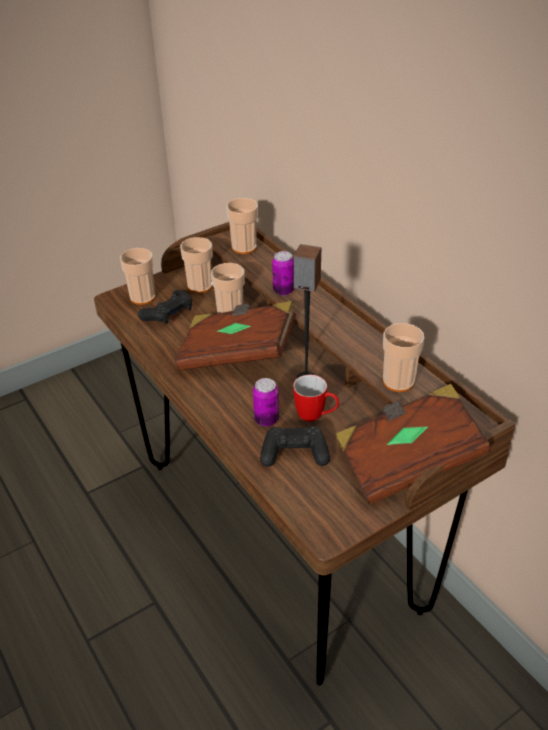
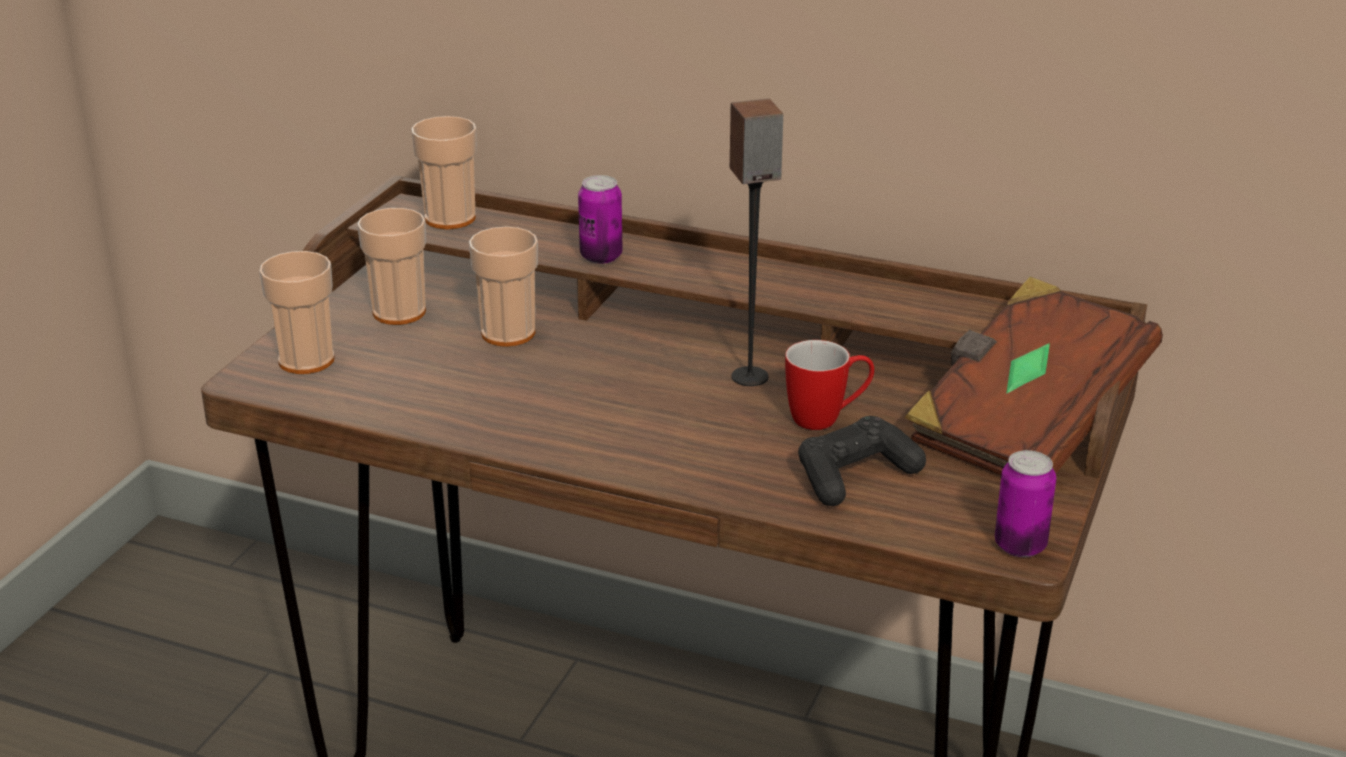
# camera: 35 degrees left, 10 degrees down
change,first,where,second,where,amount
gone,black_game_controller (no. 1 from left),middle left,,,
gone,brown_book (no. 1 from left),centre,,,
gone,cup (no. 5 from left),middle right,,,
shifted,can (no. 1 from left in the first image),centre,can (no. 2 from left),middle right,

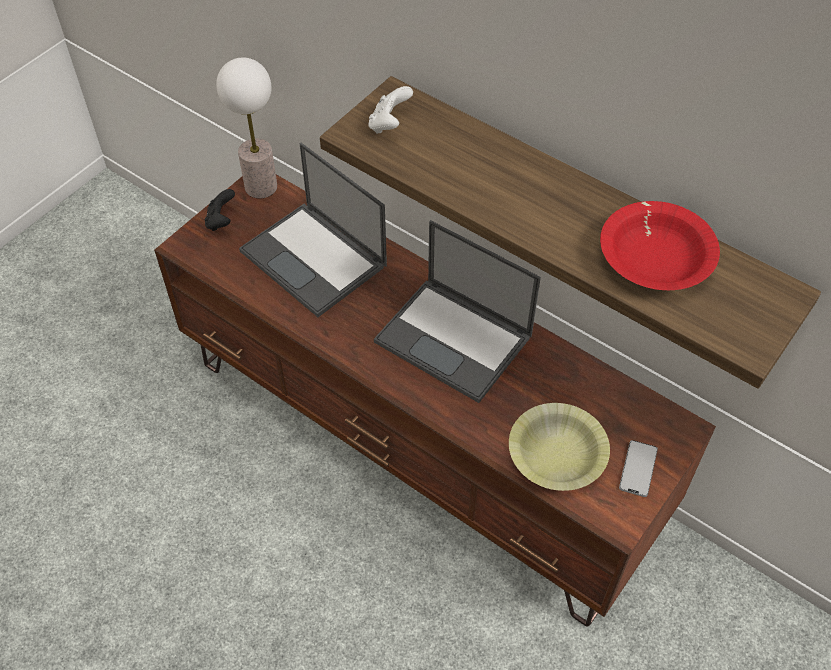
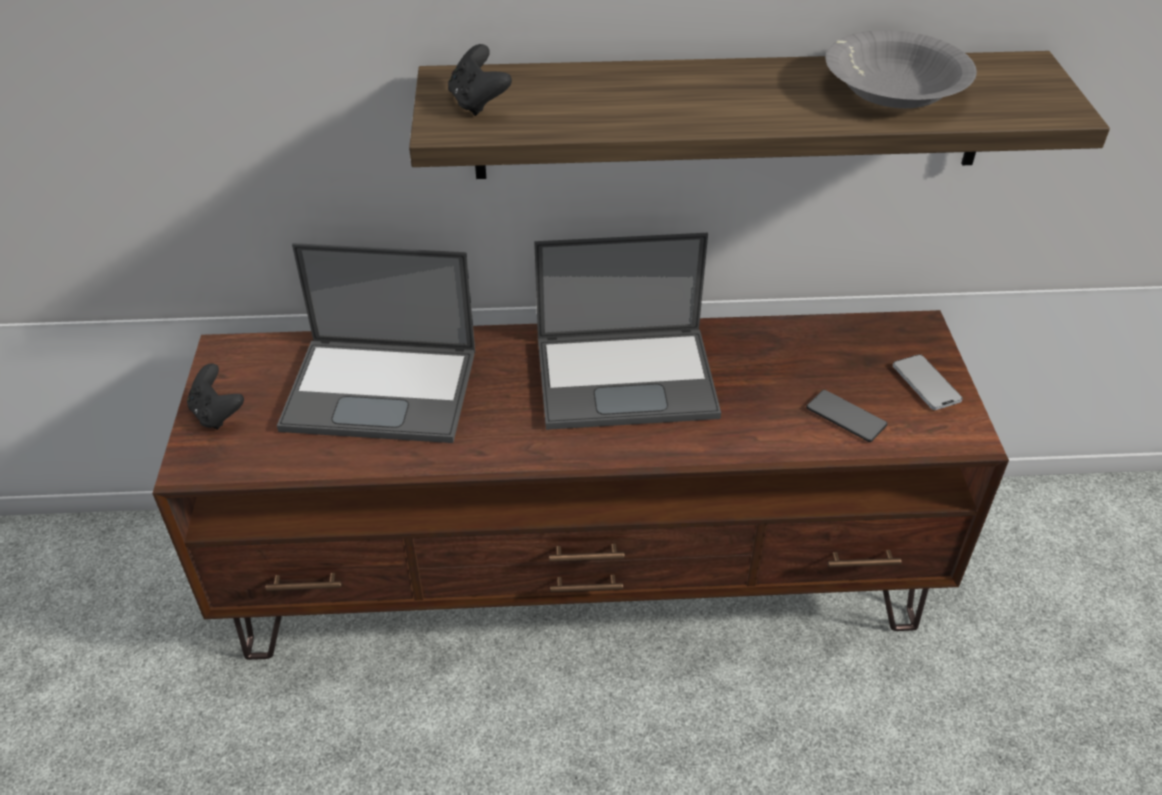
# camera: 40 degrees left, 10 degrees down
change,first,where,second,where,amount
gone,table_lamp,top left,,,
repainted,white_game_controller,top centre,black_game_controller (no. 2 from left),top centre,
repainted,red_bowl,middle right,grey_bowl,top right,
swapped,yellow_bowl,bottom right,phone (no. 1 from left),middle right,

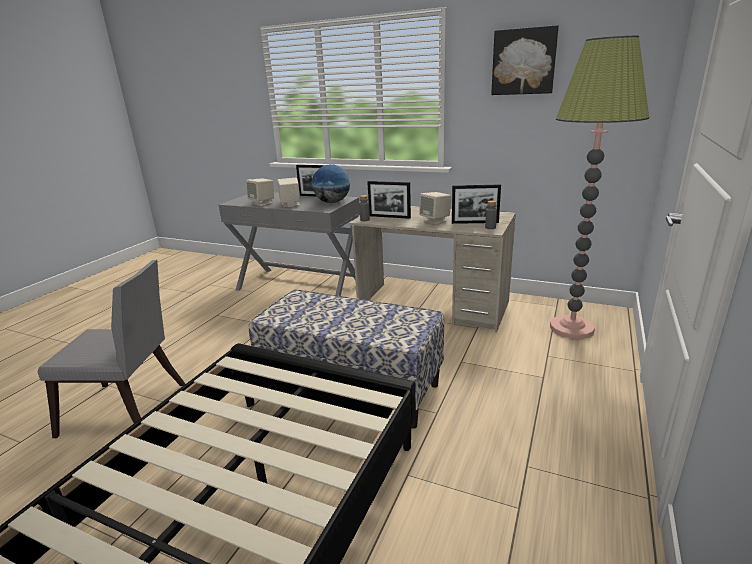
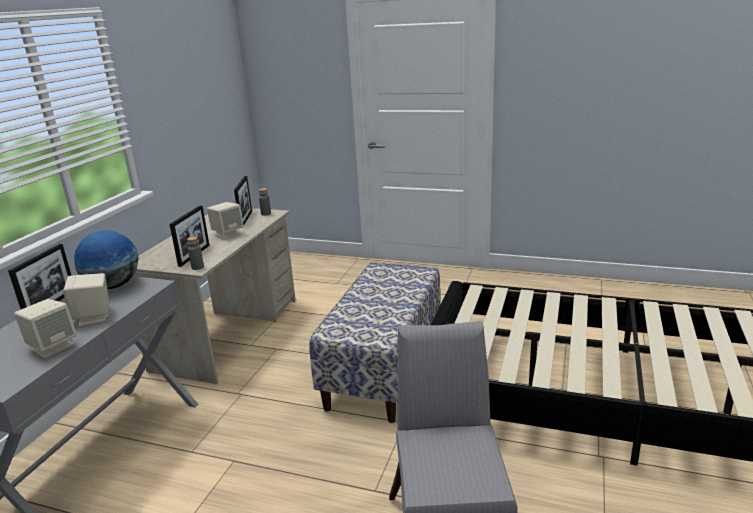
# camera: 95 degrees left, 0 degrees up
change,first,where,second,where,amount
gone,picture,top right,,,
gone,floor_lamp,top right,,,

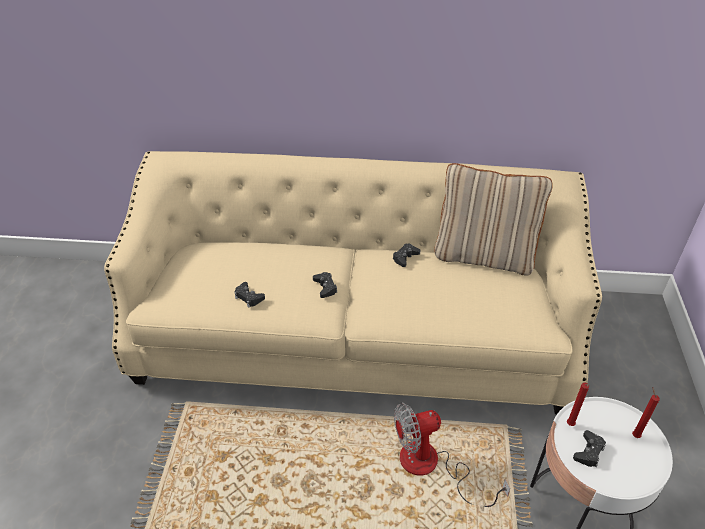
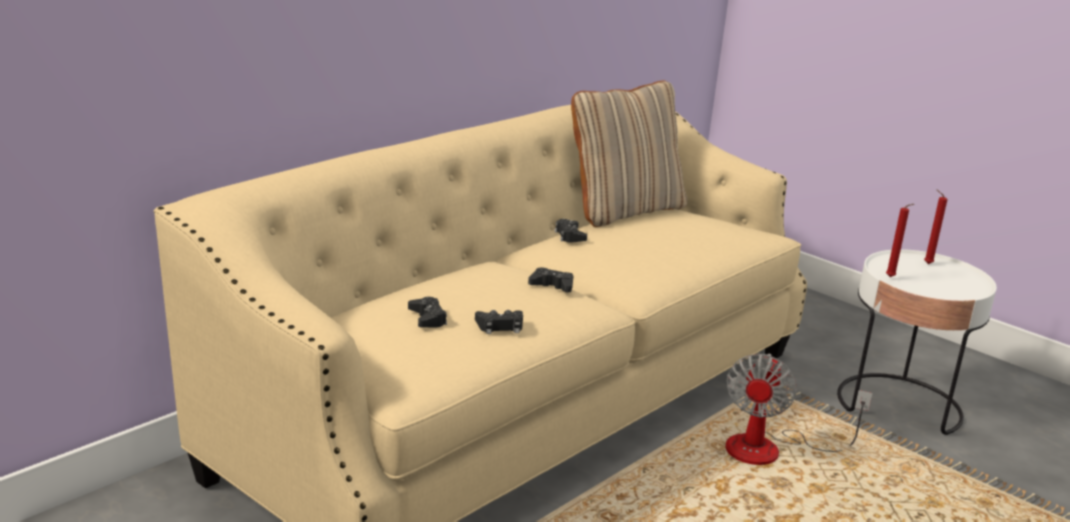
# camera: 55 degrees left, 20 degrees down
change,first,where,second,where,amount
shifted,black_game_controller (no. 4 from left in the first image),bottom right,black_game_controller (no. 1 from left),centre,

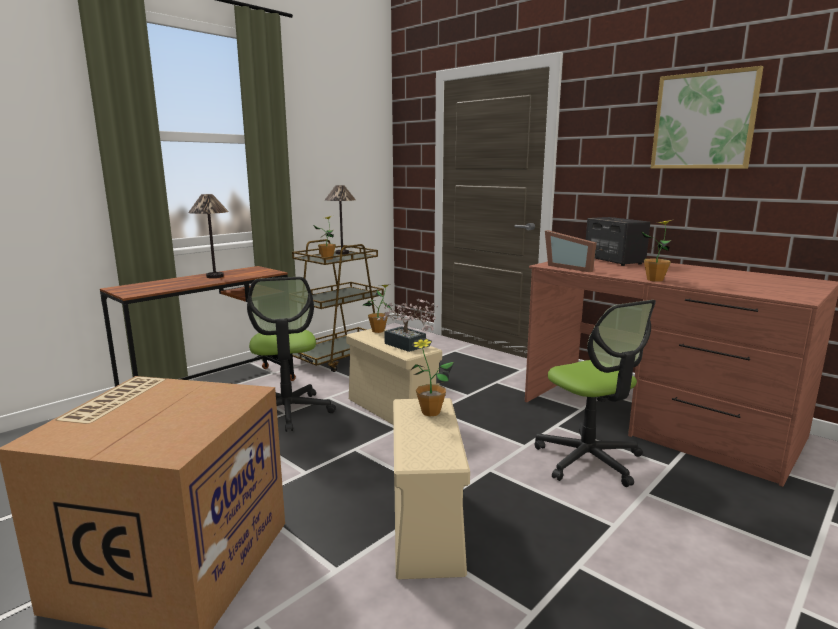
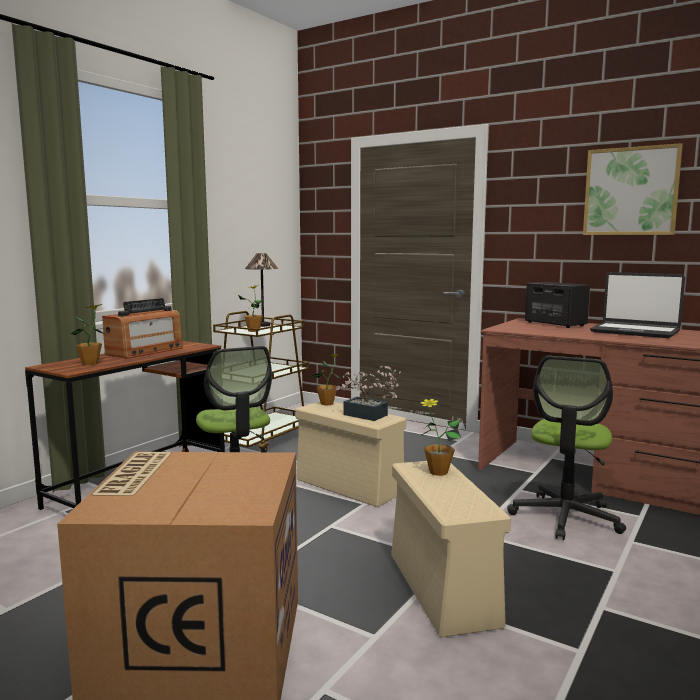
# camera: 10 degrees left, 5 degrees down
change,first,where,second,where,amount
swapped,table_lamp (no. 1 from left),middle left,radio,middle left,
shifted,potted_plant (no. 5 from left in the first image),middle right,potted_plant (no. 1 from left),middle left,
gone,picture_frame,middle right,,,
rotated,office_chair (no. 2 from left),middle right,,middle right,60 degrees clockwise
new,,,laptop,middle right,

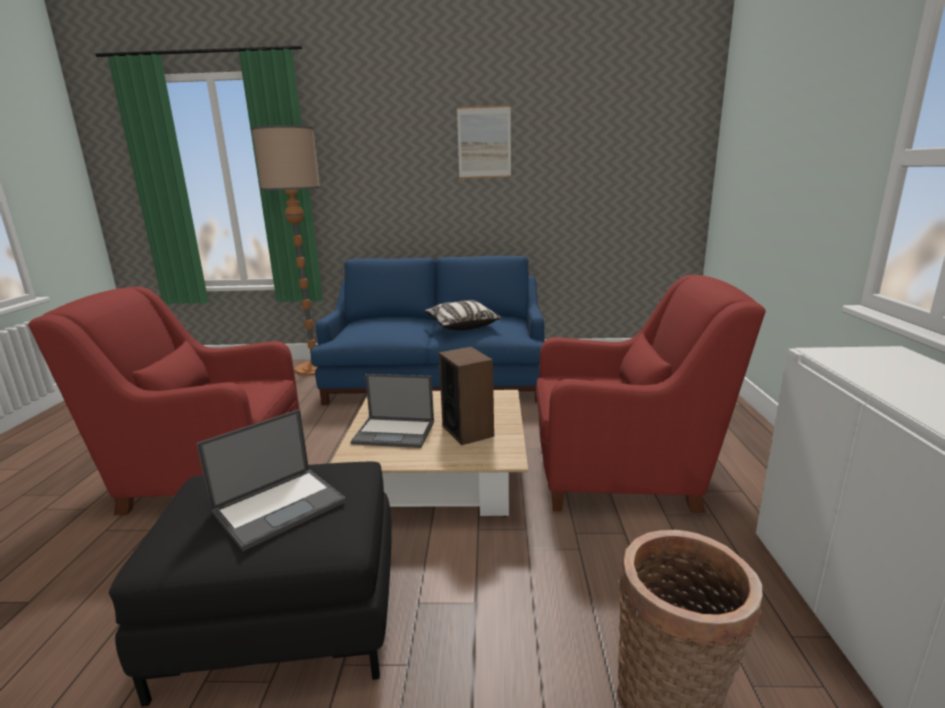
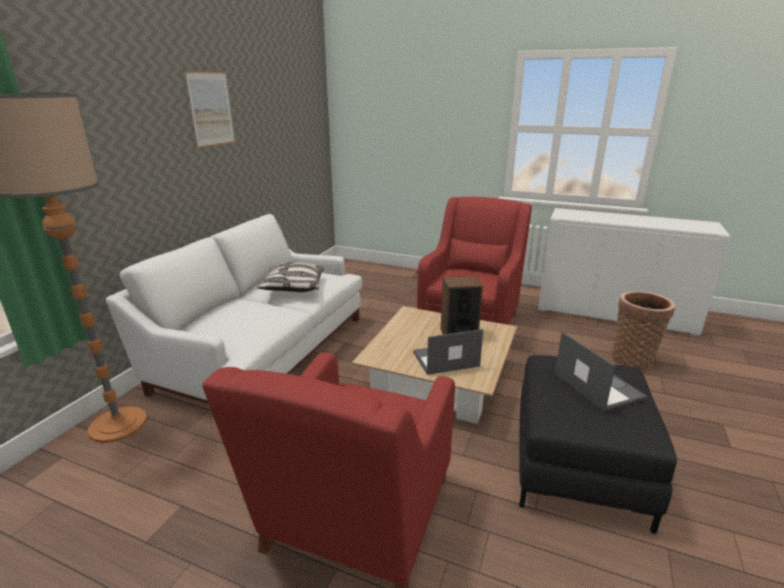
# camera: 70 degrees left, 5 degrees up
change,first,where,second,where,amount
repainted,blue_sofa,centre,white_sofa,middle left,
rotated,laptop (no. 2 from left in the first image),centre,laptop (no. 1 from left),centre,135 degrees counterclockwise

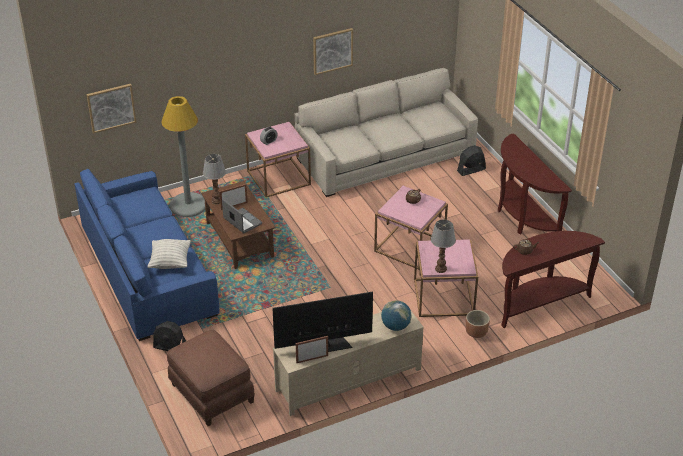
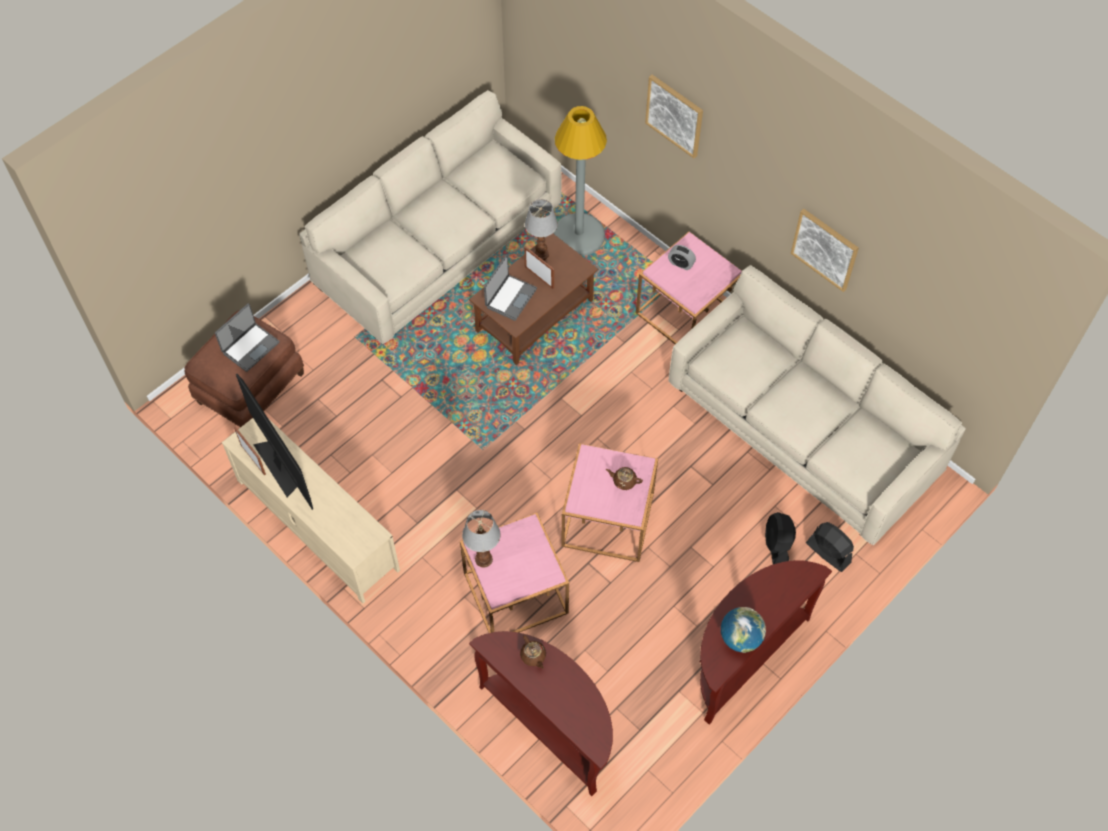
# camera: 70 degrees right, 20 degrees up
change,first,where,second,where,amount
shifted,picture (no. 1 from left),top left,,top centre,
repainted,blue_sofa,middle left,beige_sofa (no. 1 from left),top centre,
gone,pillow,middle left,,,
shifted,globe,bottom centre,,bottom right,
gone,brown_planter,bottom right,,,
shifted,black_fan (no. 1 from left),bottom left,,middle right,
new,,,laptop (no. 1 from left),middle left,

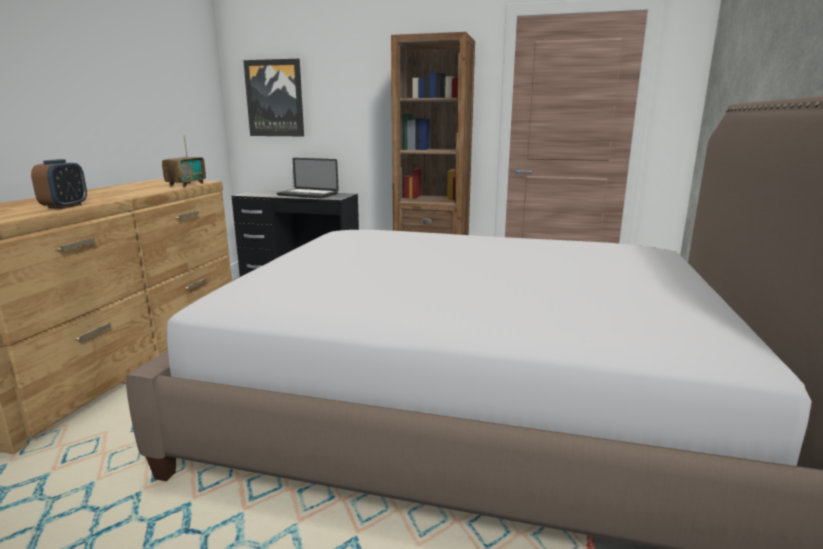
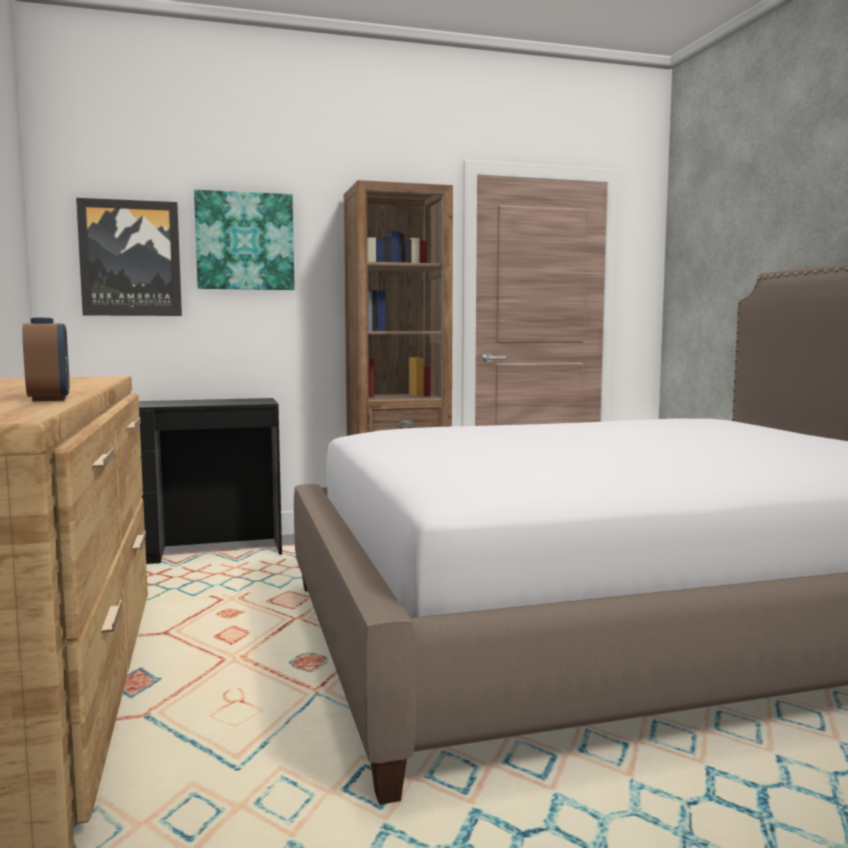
# camera: 30 degrees left, 10 degrees down
change,first,where,second,where,amount
gone,radio,top left,,,
gone,laptop,top centre,,,
new,,,picture (no. 2 from left),top left,

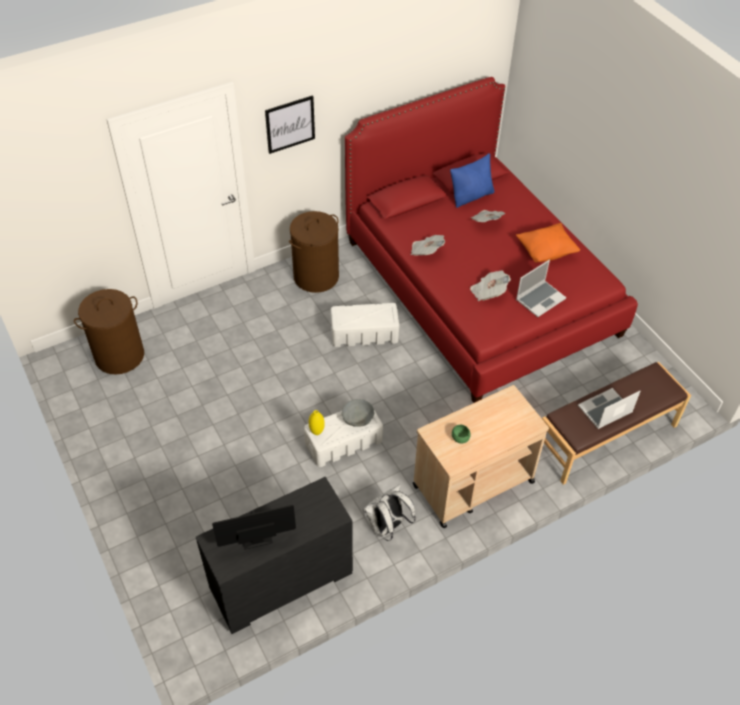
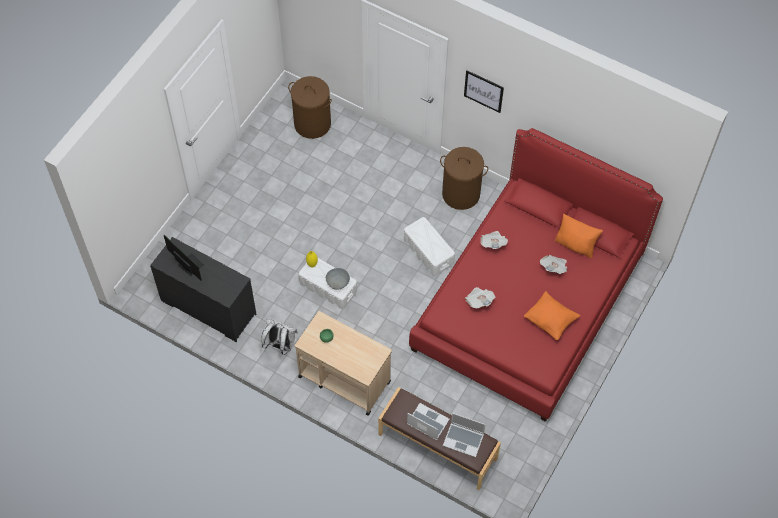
# camera: 60 degrees right, 10 degrees up
change,first,where,second,where,amount
repainted,blue_pillow,top centre,orange_pillow (no. 2 from left),middle right,
shifted,laptop (no. 1 from left in the first image),middle right,laptop (no. 2 from left),bottom centre,

